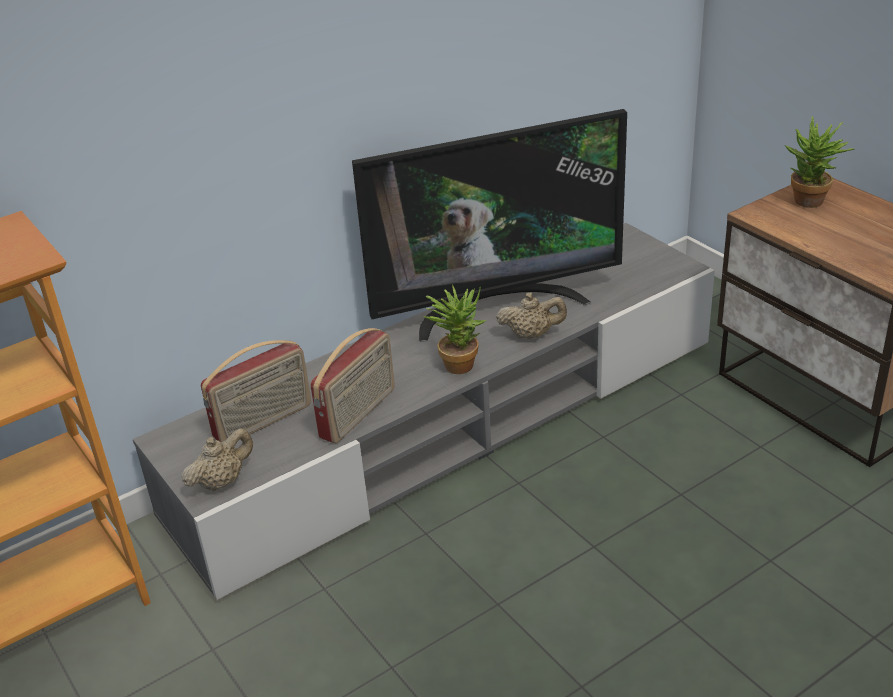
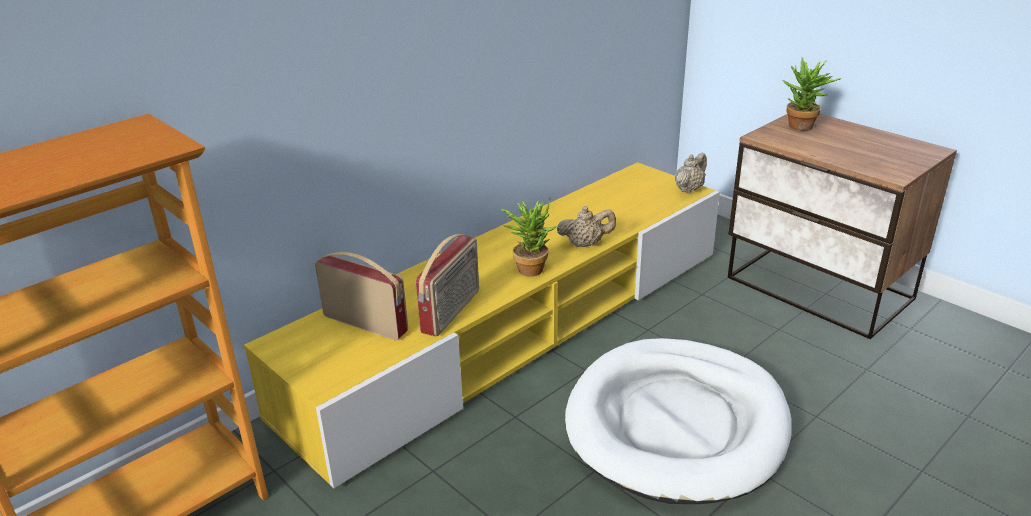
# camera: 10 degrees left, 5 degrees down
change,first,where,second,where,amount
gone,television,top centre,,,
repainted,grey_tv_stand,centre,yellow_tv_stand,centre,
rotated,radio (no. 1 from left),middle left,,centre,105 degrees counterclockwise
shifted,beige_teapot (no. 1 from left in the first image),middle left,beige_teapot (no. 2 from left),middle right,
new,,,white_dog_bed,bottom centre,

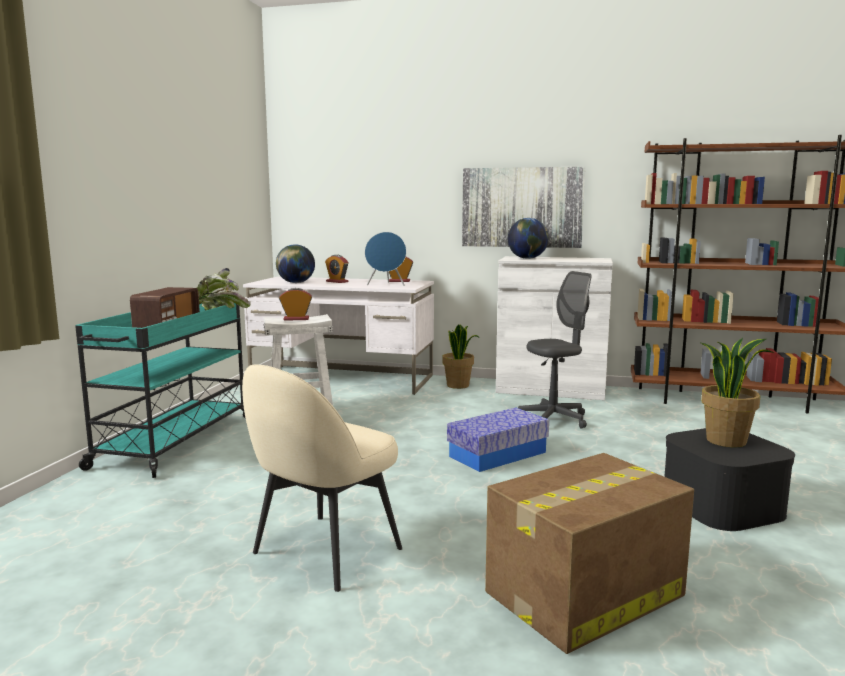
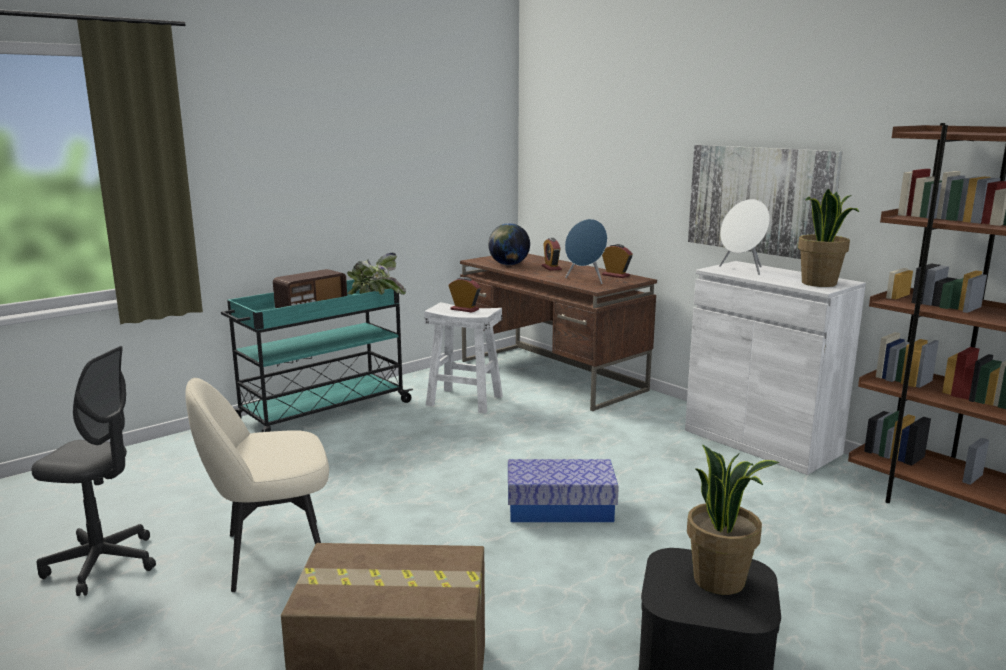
# camera: 35 degrees right, 5 degrees up
change,first,where,second,where,amount
swapped,globe (no. 2 from left),centre,white_speaker,middle right,
shifted,grey_office_chair,centre,,bottom left,
repainted,white_desk,centre,brown_desk,centre,
shifted,potted_plant (no. 2 from left in the first image),centre,potted_plant (no. 3 from left),middle right,

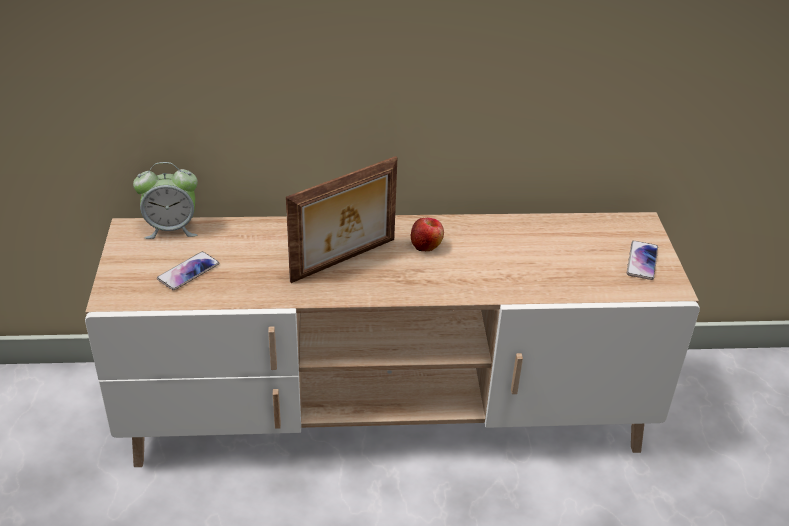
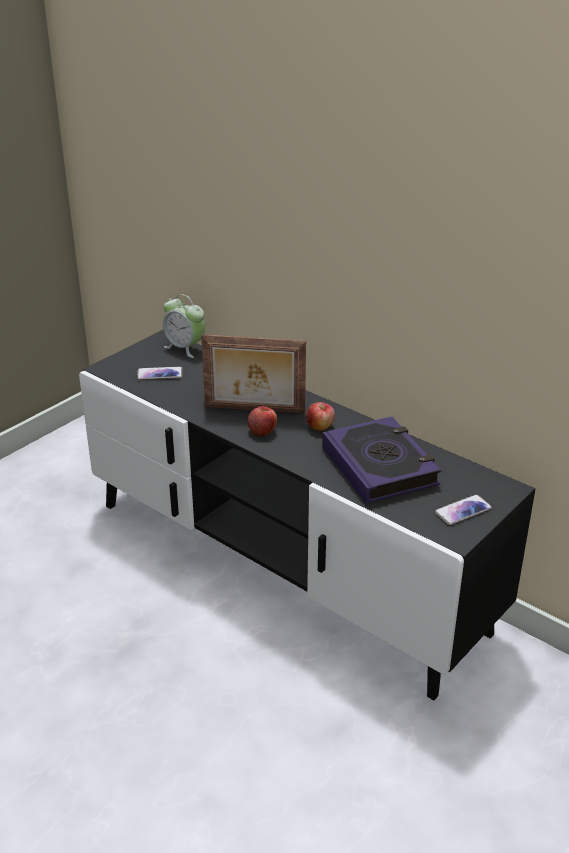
# camera: 45 degrees right, 5 degrees down
change,first,where,second,where,amount
repainted,beige_tv_stand,centre,black_tv_stand,centre,
new,,,apple (no. 1 from left),centre,
new,,,book,middle right,

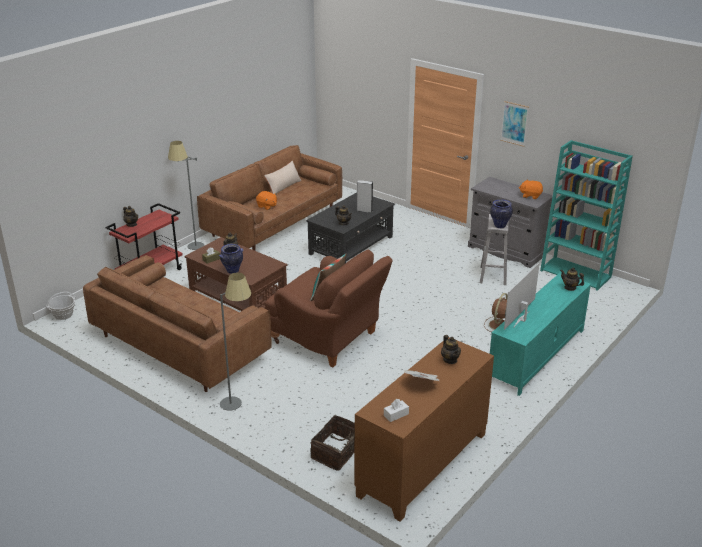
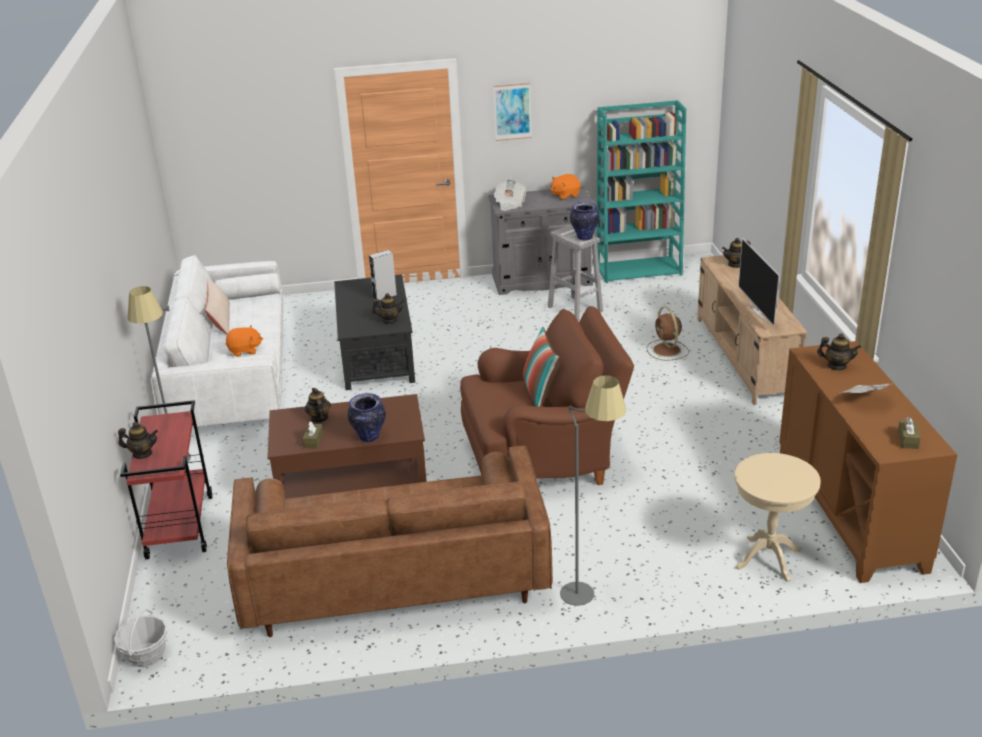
# camera: 45 degrees left, 0 degrees up
change,first,where,second,where,amount
repainted,brown_sofa (no. 2 from left),centre,white_sofa,middle left,
repainted,turquoise_tv_stand,middle right,beige_tv_stand,middle right,
repainted,white_tissue_box,bottom centre,brown_tissue_box (no. 2 from left),middle right,
swapped,basket (no. 2 from left),bottom centre,beige_side_table,bottom right,
new,,,newspaper (no. 1 from left),top centre,

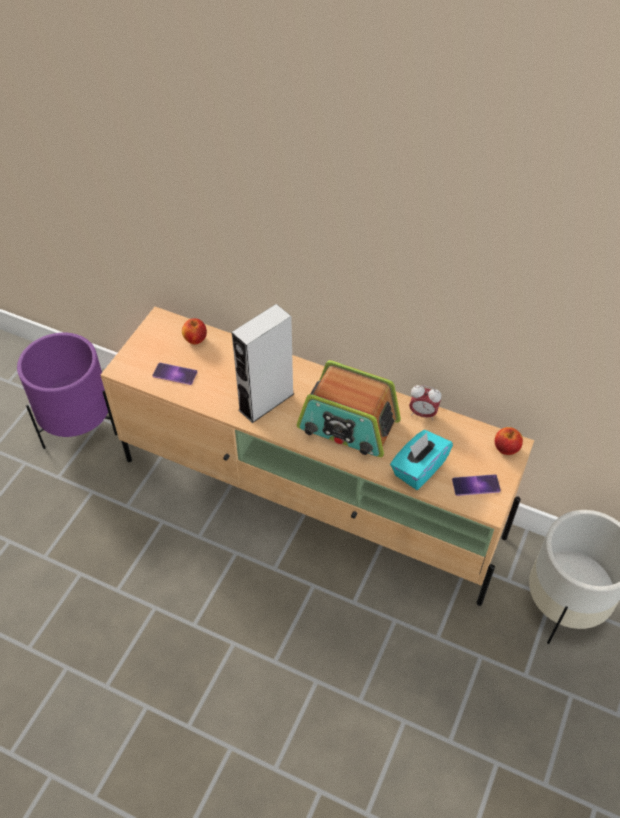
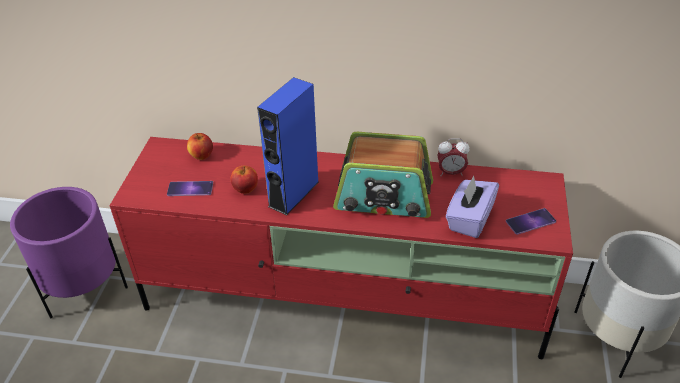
# camera: 15 degrees left, 10 degrees down
change,first,where,second,where,amount
repainted,grey_speaker,centre,blue_speaker,centre,
repainted,beige_tv_stand,centre,red_tv_stand,centre,
shifted,apple (no. 2 from left),middle right,,centre,
repainted,turquoise_tissue_box,middle right,purple_tissue_box,middle right,

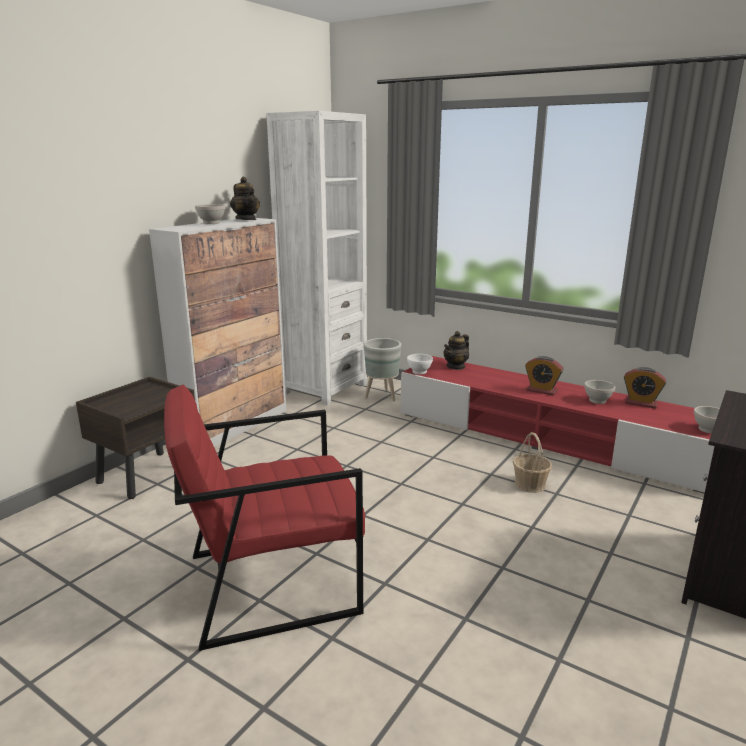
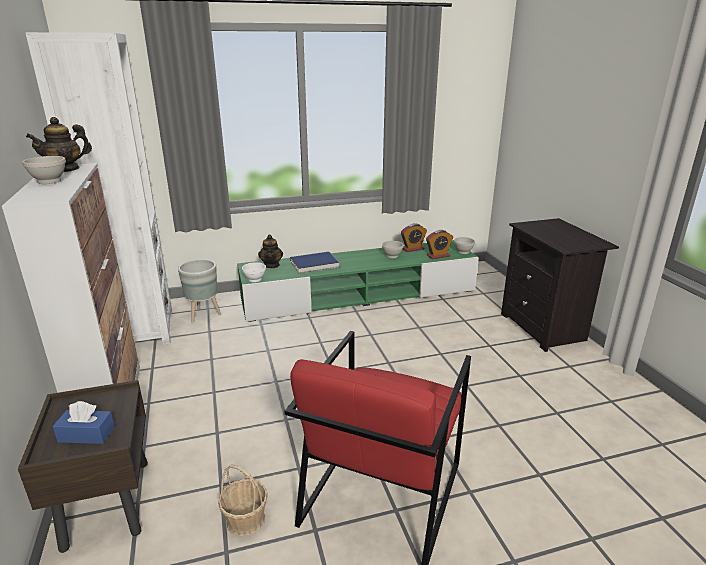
# camera: 50 degrees left, 5 degrees up
change,first,where,second,where,amount
rotated,teapot (no. 1 from left),top left,,top left,135 degrees clockwise
repainted,red_tv_stand,middle right,green_tv_stand,centre,
shifted,alarm_clock (no. 1 from left in the first image),middle right,alarm_clock (no. 2 from left),centre,
shifted,basket,middle right,,bottom centre,
new,,,blue_book,centre,
new,,,blue_tissue_box,bottom left,

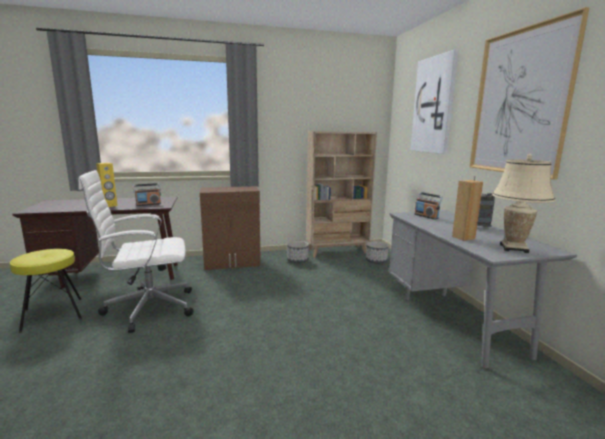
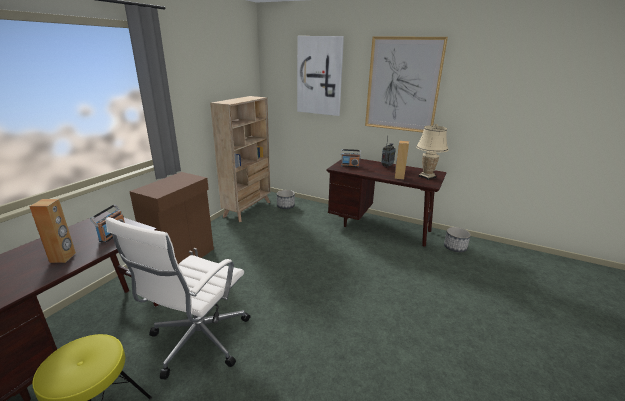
# camera: 50 degrees left, 10 degrees up
change,first,where,second,where,amount
repainted,yellow_speaker,middle left,brown_speaker (no. 1 from left),middle left,
repainted,grey_desk,middle right,brown_desk (no. 2 from left),centre,
shifted,planter (no. 1 from left in the first image),centre,planter (no. 2 from left),middle right,

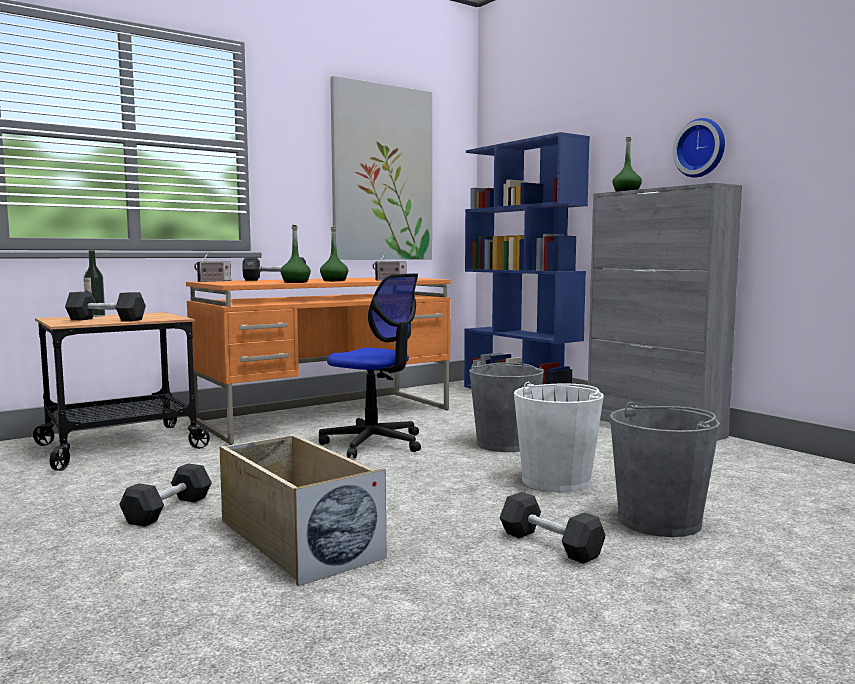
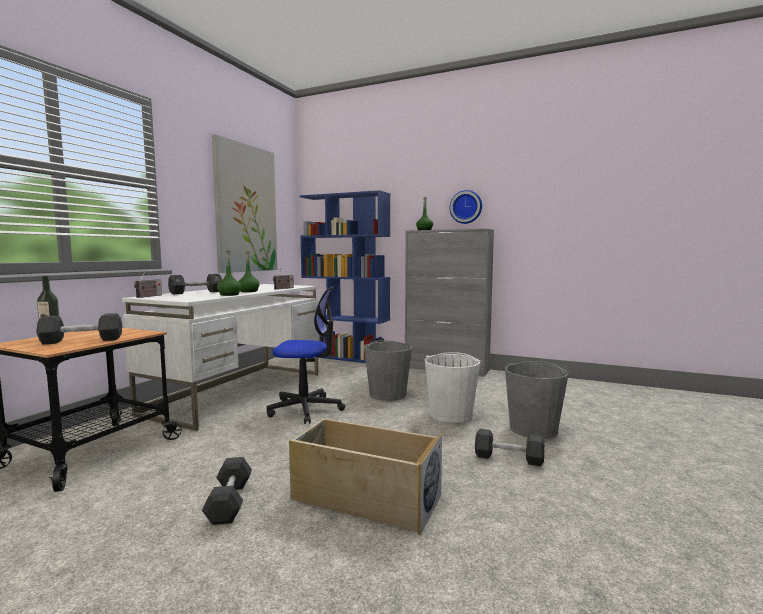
# camera: 30 degrees left, 0 degrees up
change,first,where,second,where,amount
repainted,orange_desk,centre,white_desk,middle left,

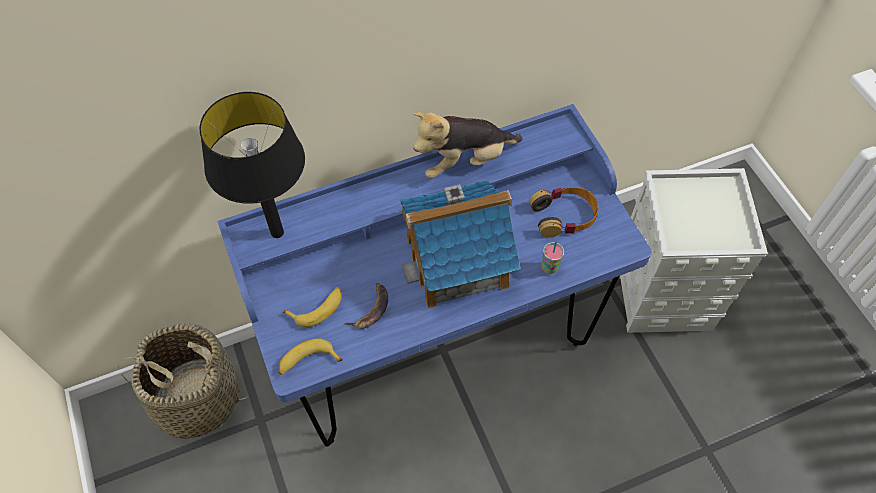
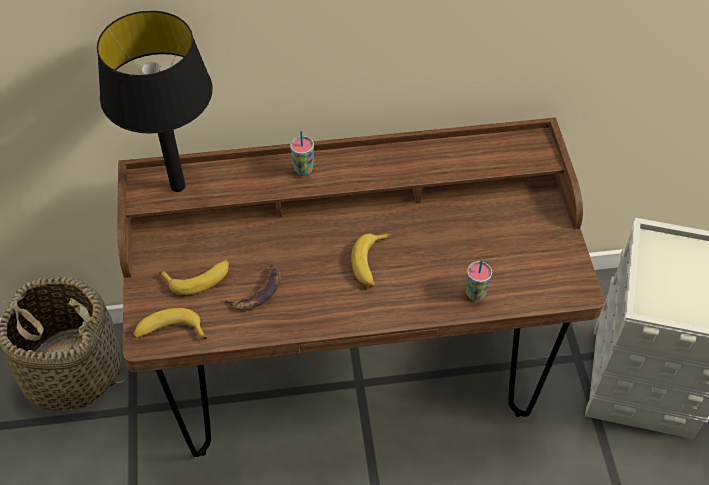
# camera: 15 degrees right, 5 degrees down
change,first,where,second,where,amount
repainted,blue_desk,centre,brown_desk,centre,
gone,plush_toy,top centre,,,
swapped,toy_house,centre,banana (no. 4 from left),centre,
gone,headphones,centre,,,
new,,,cup (no. 1 from left),top centre,

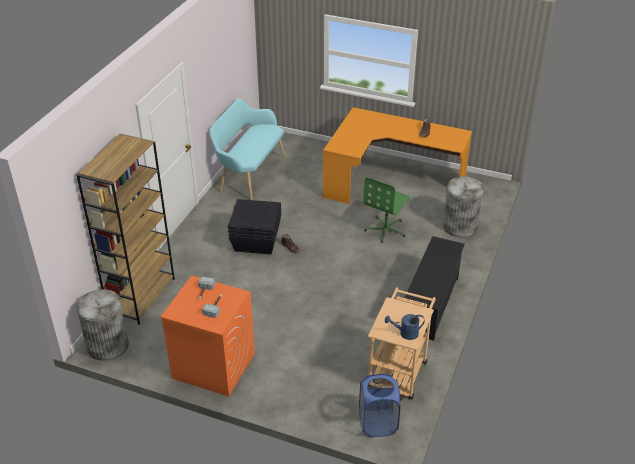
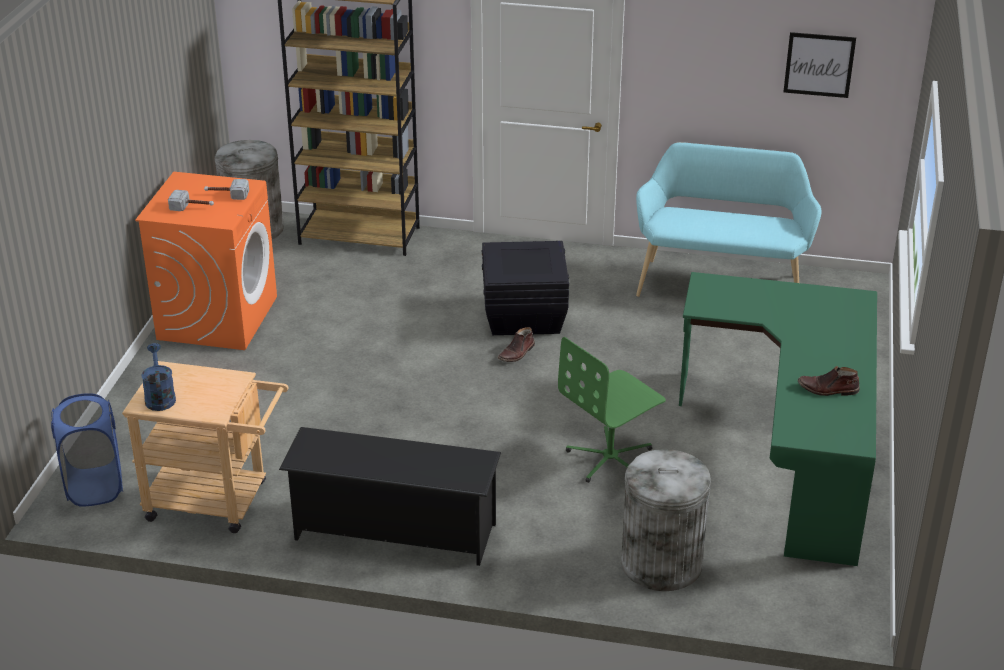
# camera: 80 degrees right, 5 degrees down
change,first,where,second,where,amount
repainted,orange_desk,centre,green_desk,middle right,
rotated,green_office_chair,centre,,centre,60 degrees counterclockwise
new,,,picture,top right,

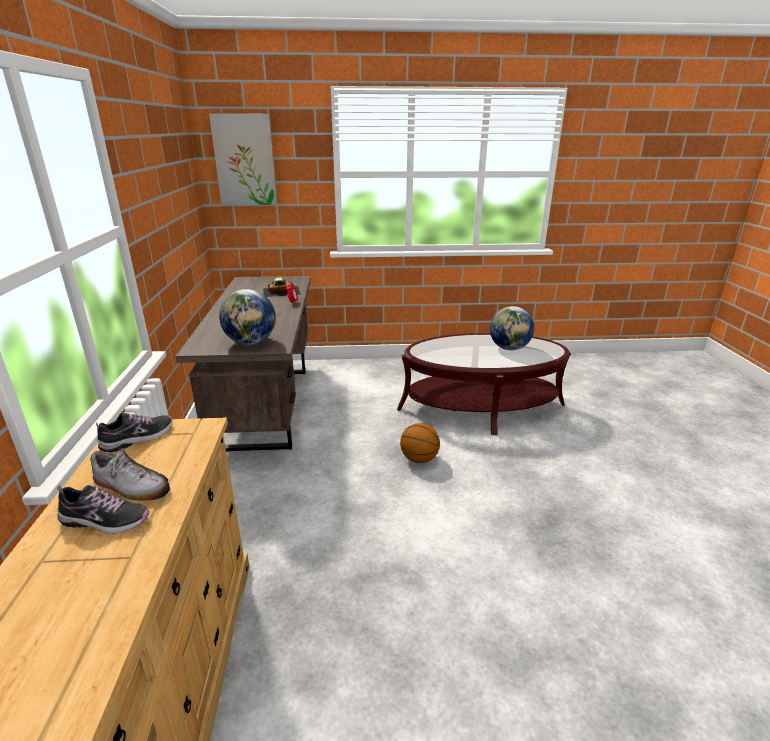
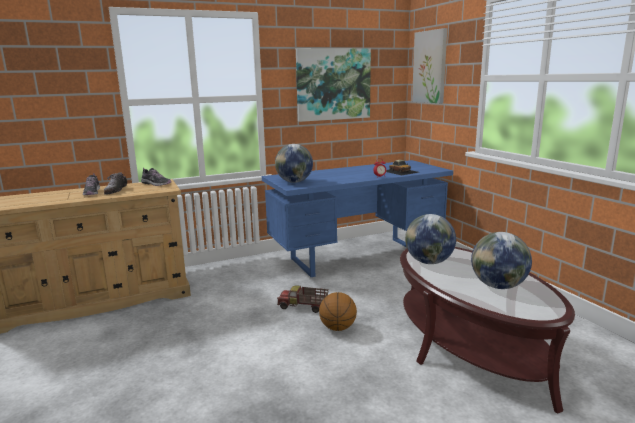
# camera: 70 degrees right, 10 degrees down
change,first,where,second,where,amount
repainted,brown_desk,middle left,blue_desk,centre,
new,,,picture (no. 1 from left),top centre,
new,,,globe (no. 2 from left),middle right,
new,,,toy_truck,bottom centre,

